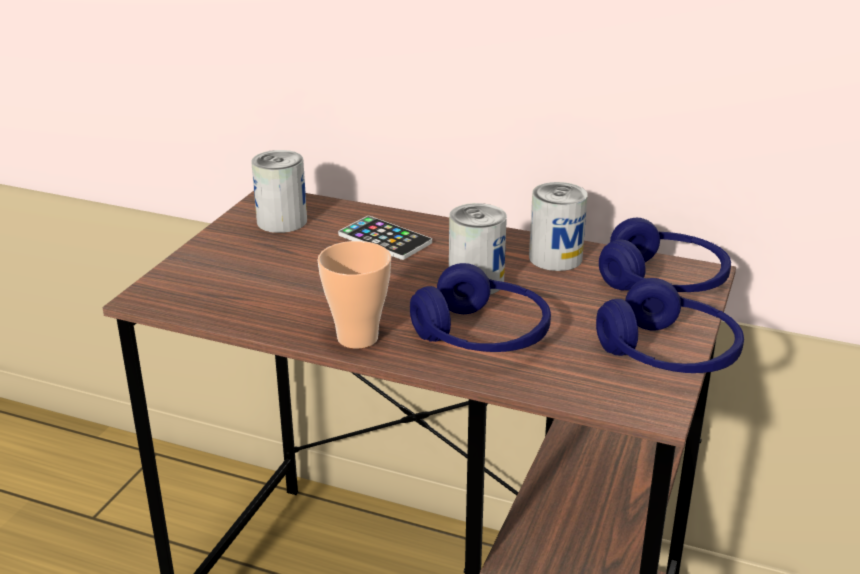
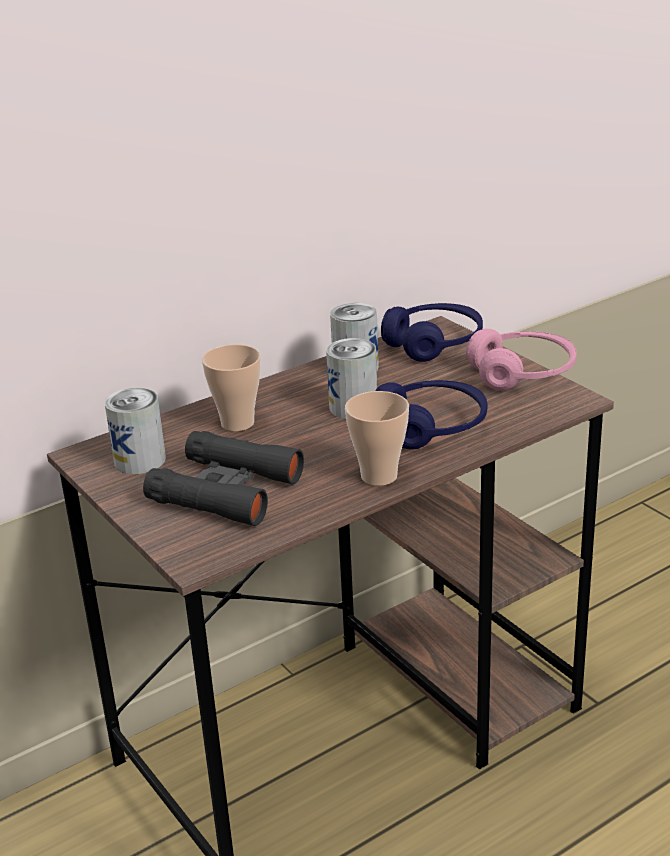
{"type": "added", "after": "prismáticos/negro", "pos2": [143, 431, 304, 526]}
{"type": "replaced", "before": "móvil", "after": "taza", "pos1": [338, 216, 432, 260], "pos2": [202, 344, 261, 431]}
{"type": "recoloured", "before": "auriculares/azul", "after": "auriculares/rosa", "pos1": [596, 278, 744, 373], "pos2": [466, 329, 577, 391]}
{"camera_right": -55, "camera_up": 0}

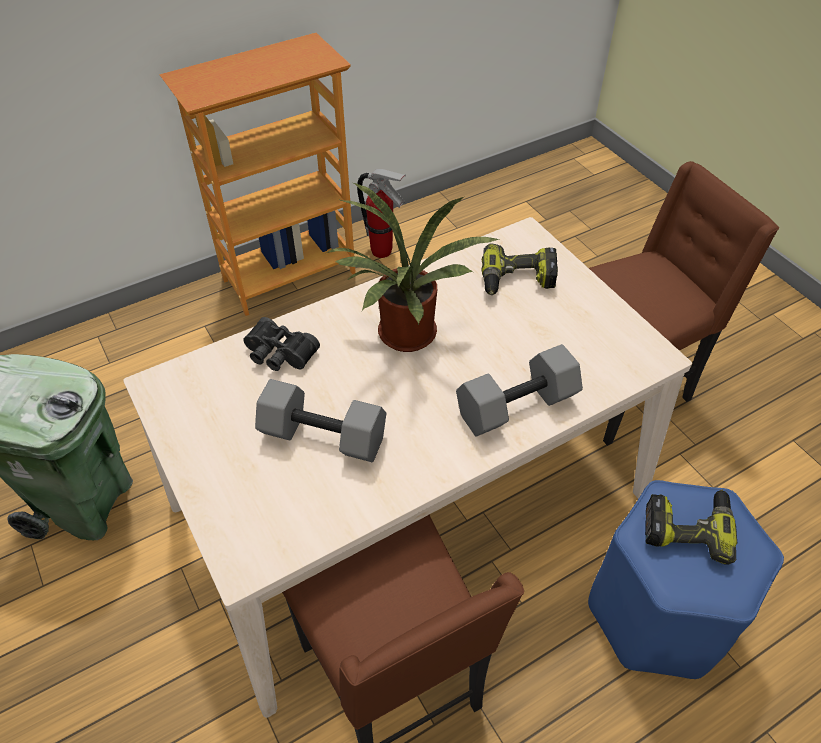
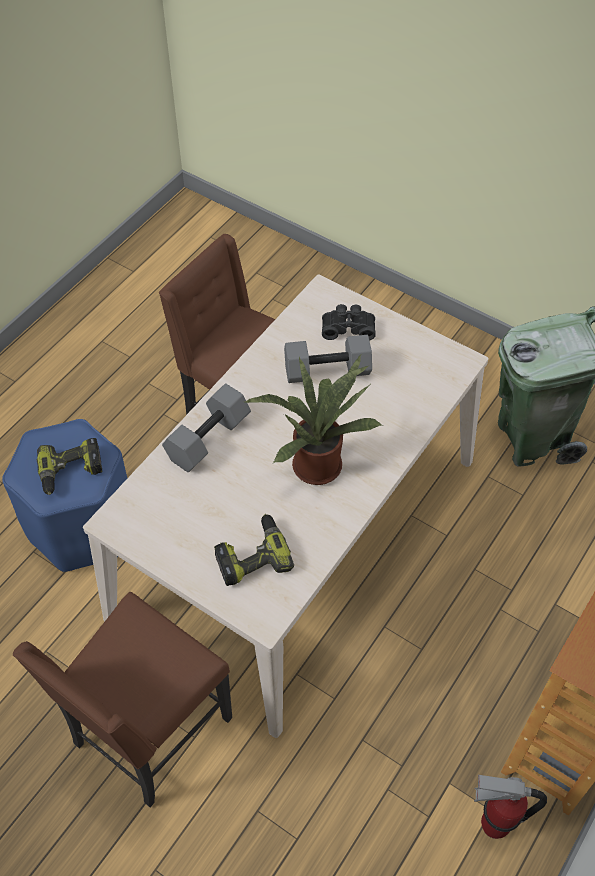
{"type": "moved", "before": "prismáticos/negro", "pos1": [243, 317, 320, 371], "pos2": [322, 304, 376, 340]}
{"camera_right": 155, "camera_up": 5}

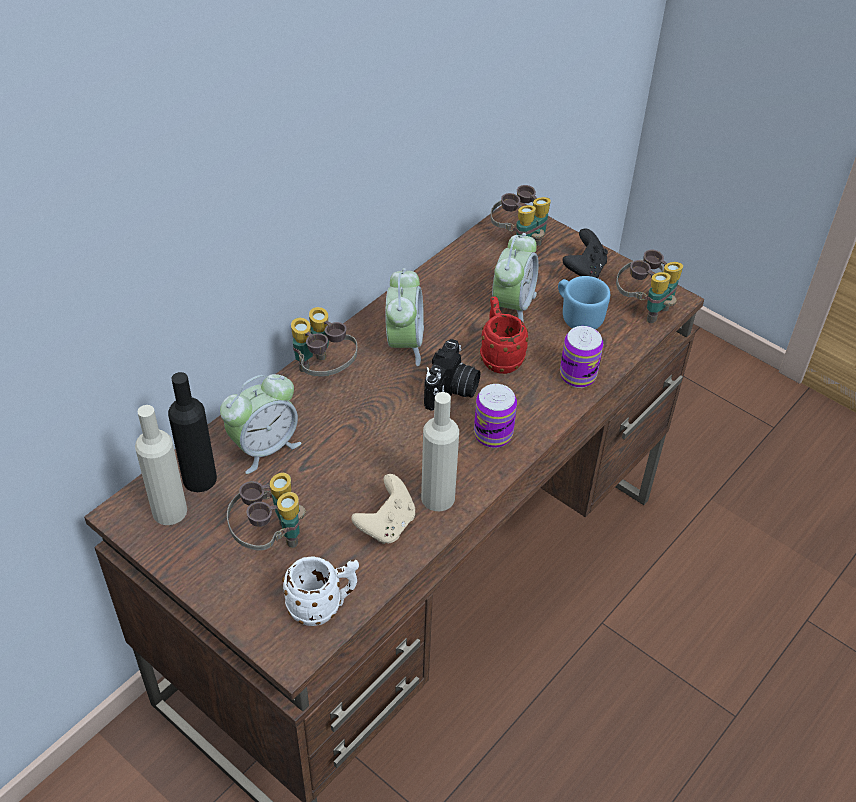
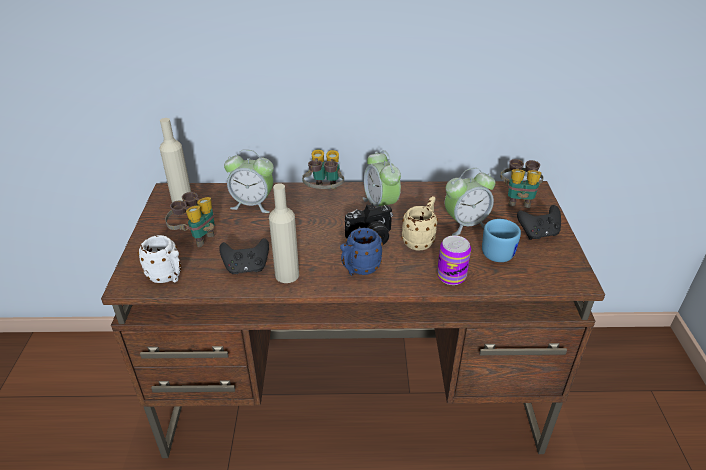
{"type": "recoloured", "before": "mando de consola/beis", "after": "mando de consola/negro", "pos1": [351, 474, 415, 544], "pos2": [219, 238, 269, 274]}
{"type": "replaced", "before": "lata", "after": "taza grande/azul", "pos1": [474, 384, 517, 448], "pos2": [340, 228, 383, 276]}
{"type": "turned", "before": "despertador", "pos1": [385, 268, 424, 366], "pos2": [363, 150, 401, 208], "turn": 105}
{"type": "recoloured", "before": "taza grande/rojo", "after": "taza grande/beis", "pos1": [480, 297, 528, 374], "pos2": [401, 196, 438, 250]}
{"type": "removed", "before": "botella/negro", "pos1": [168, 372, 217, 492]}
{"type": "removed", "before": "prismáticos", "pos1": [616, 250, 683, 323]}
{"camera_right": 50, "camera_up": -10}

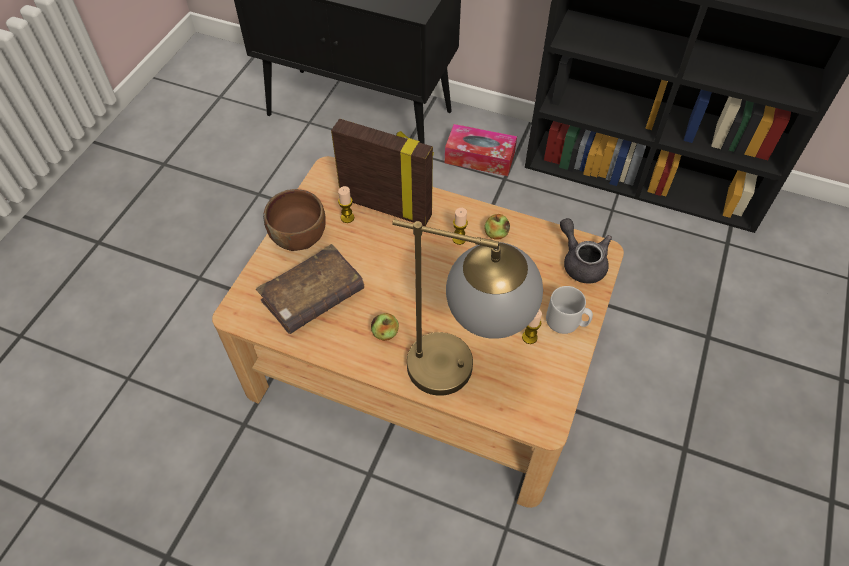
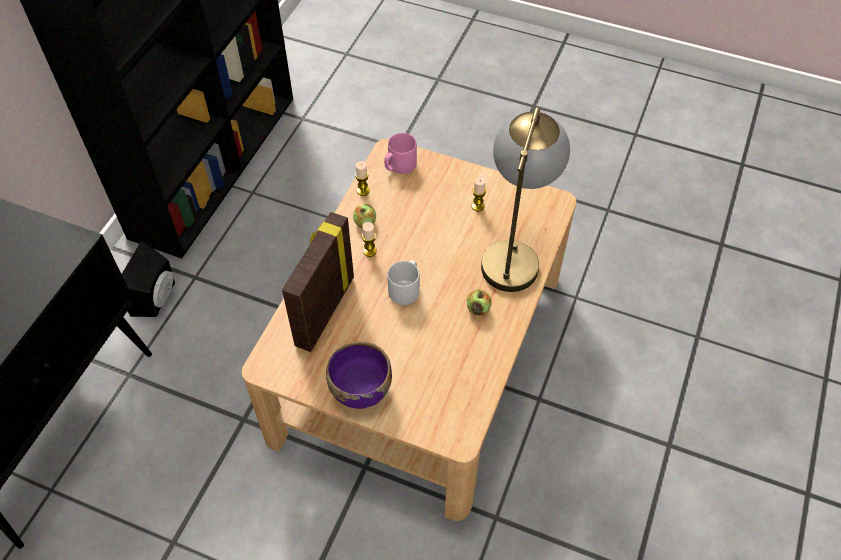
{"type": "replaced", "before": "caja de pañuelos", "after": "altavoz/negro", "pos1": [445, 124, 517, 176], "pos2": [122, 241, 175, 317]}
{"type": "recoloured", "before": "cuenco/marrón", "after": "cuenco/morado", "pos1": [263, 189, 326, 251], "pos2": [326, 341, 392, 409]}
{"type": "moved", "before": "vela", "pos1": [338, 186, 354, 223], "pos2": [355, 161, 370, 196]}
{"type": "replaced", "before": "tetera/gris", "after": "taza grande/rosa", "pos1": [560, 218, 612, 283], "pos2": [384, 133, 417, 174]}
{"type": "moved", "before": "taza grande/gris", "pos1": [546, 286, 593, 334], "pos2": [387, 260, 420, 305]}
{"type": "removed", "before": "libro/marrón", "pos1": [256, 244, 364, 334]}
{"camera_right": -90, "camera_up": 0}

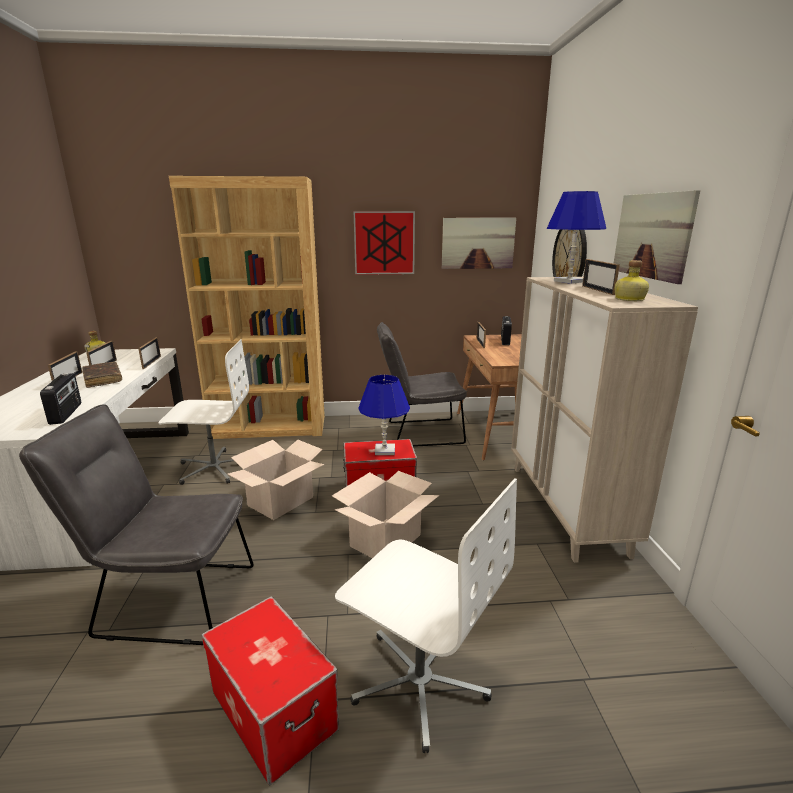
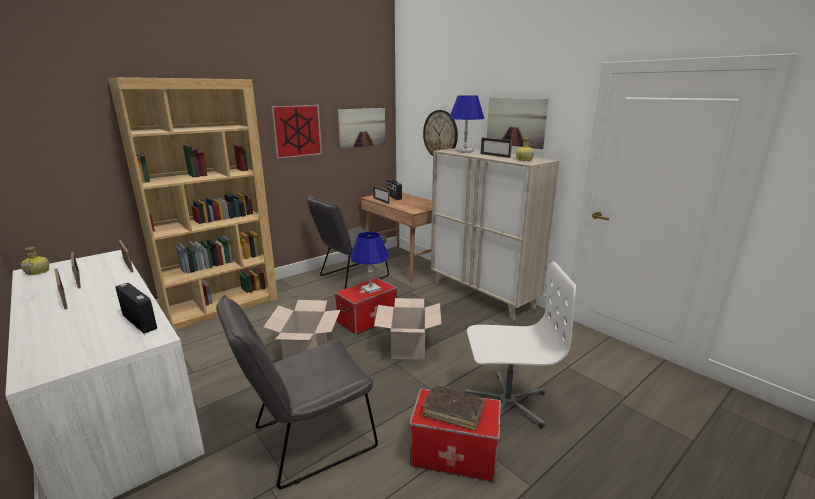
{"type": "moved", "before": "libro/marrón", "pos1": [82, 362, 122, 388], "pos2": [422, 385, 485, 431]}
{"type": "removed", "before": "silla de oficina/blanco", "pos1": [158, 339, 249, 485]}
{"camera_right": -35, "camera_up": 0}

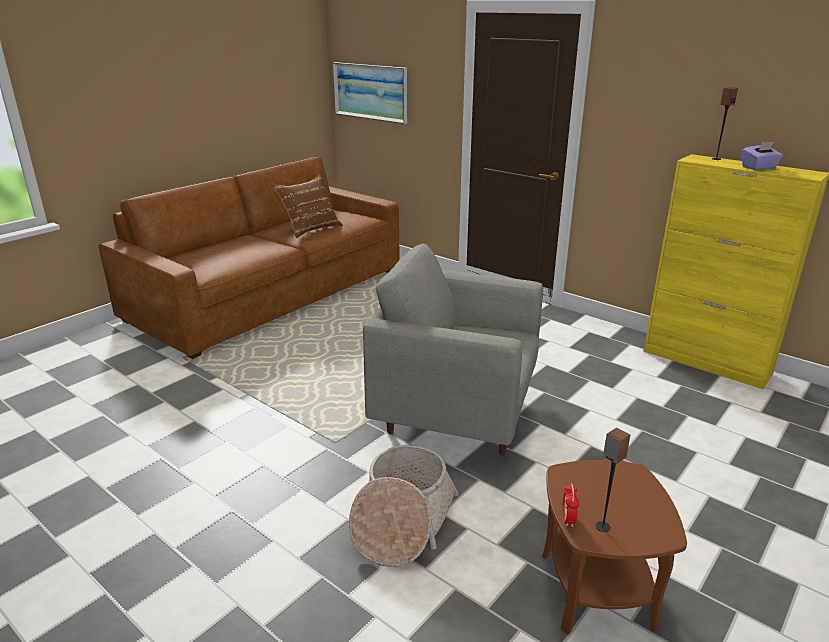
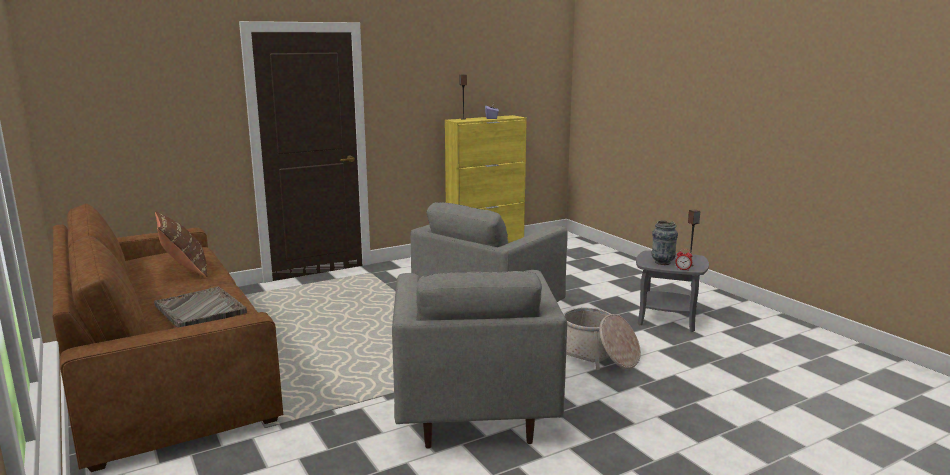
{"type": "added", "after": "bandeja/gris", "pos2": [154, 286, 247, 328]}
{"type": "added", "after": "sillón/gris", "pos2": [392, 270, 567, 449]}
{"type": "recoloured", "before": "mesa auxiliar/marrón", "after": "mesa auxiliar/gris", "pos1": [542, 460, 687, 635], "pos2": [636, 251, 709, 332]}
{"type": "added", "after": "florero", "pos2": [651, 220, 678, 265]}
{"type": "removed", "before": "cuadro", "pos1": [332, 62, 407, 124]}
{"camera_right": -70, "camera_up": -10}

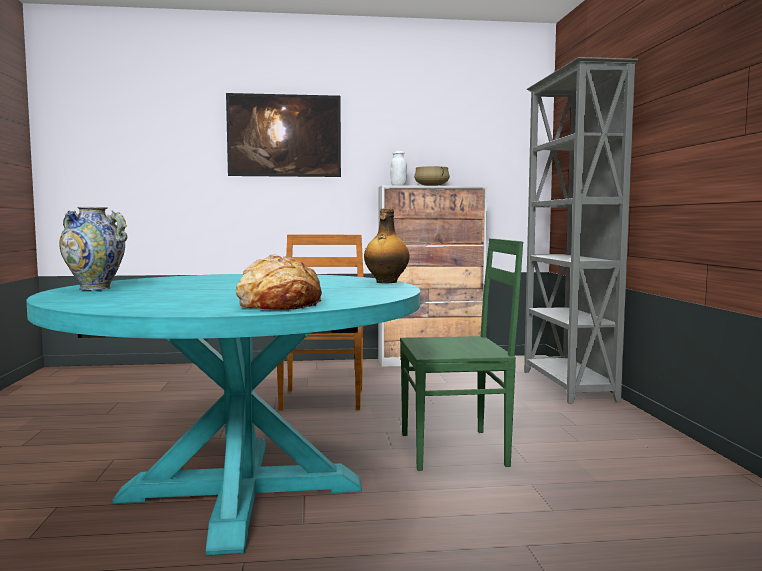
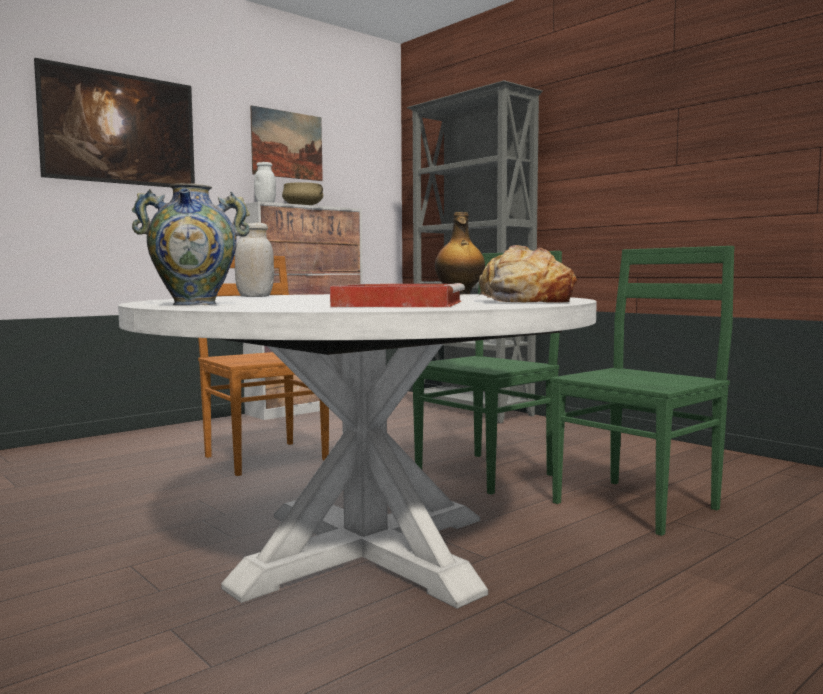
{"type": "recoloured", "before": "mesa de comedor/turquesa", "after": "mesa de comedor/blanco", "pos1": [27, 274, 420, 556], "pos2": [118, 294, 597, 609]}
{"type": "added", "after": "tarro/blanco", "pos2": [235, 223, 274, 297]}
{"type": "added", "after": "cuadro", "pos2": [250, 105, 323, 181]}
{"type": "added", "after": "bandeja/rojo", "pos2": [330, 283, 465, 307]}
{"type": "added", "after": "silla/verde", "pos2": [550, 246, 734, 536]}
{"camera_right": -35, "camera_up": 0}

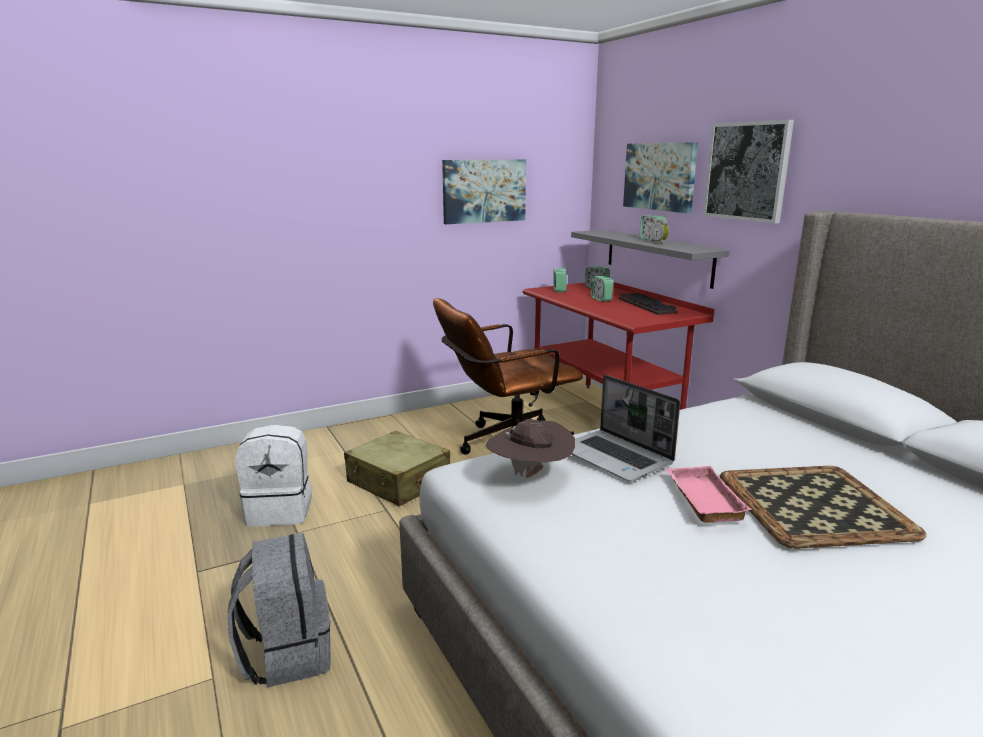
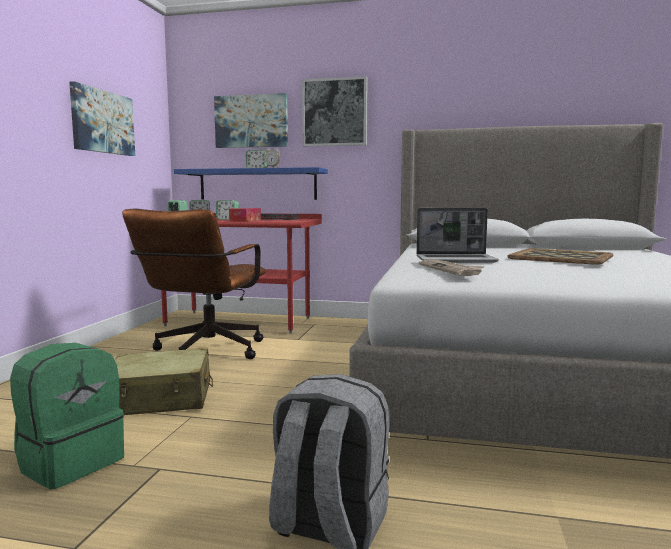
{"type": "recoloured", "before": "mochila/blanco", "after": "mochila/verde", "pos1": [236, 425, 312, 526], "pos2": [10, 343, 124, 489]}
{"type": "recoloured", "before": "estante/gris", "after": "estante/azul", "pos1": [571, 230, 729, 289], "pos2": [174, 167, 328, 200]}
{"type": "added", "after": "caja de pañuelos", "pos2": [229, 208, 261, 221]}
{"type": "replaced", "before": "sombrero/marrón", "after": "periódico", "pos1": [485, 419, 575, 478], "pos2": [419, 260, 484, 276]}
{"type": "removed", "before": "bandeja/rosa", "pos1": [665, 466, 752, 523]}
{"camera_right": -50, "camera_up": -10}

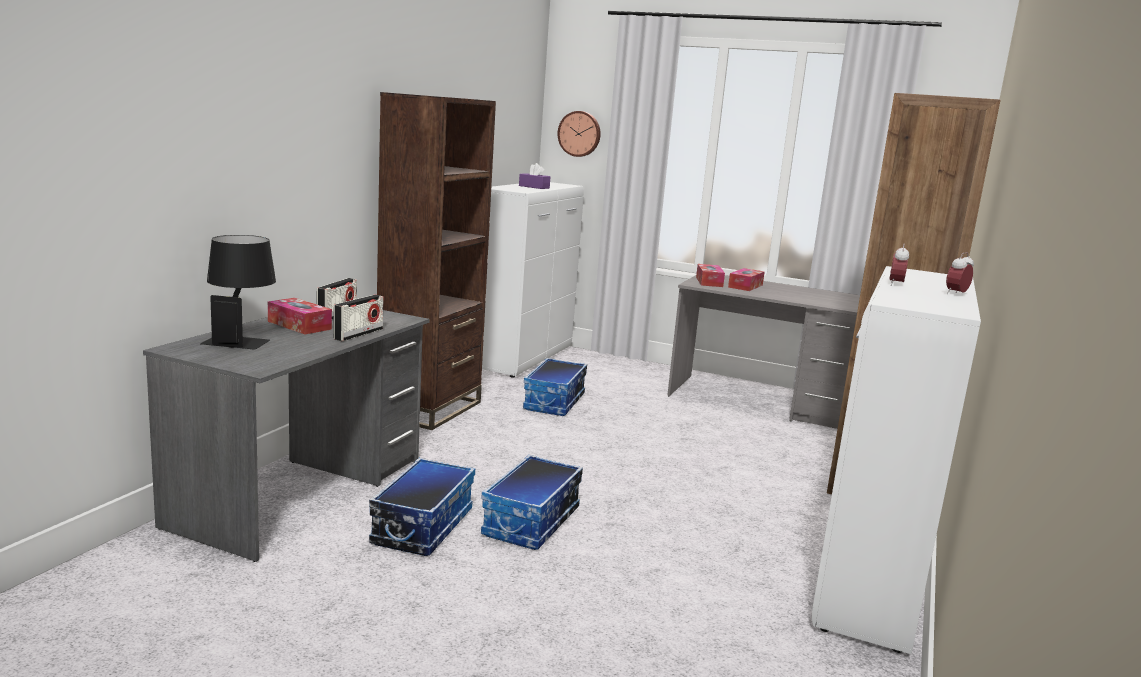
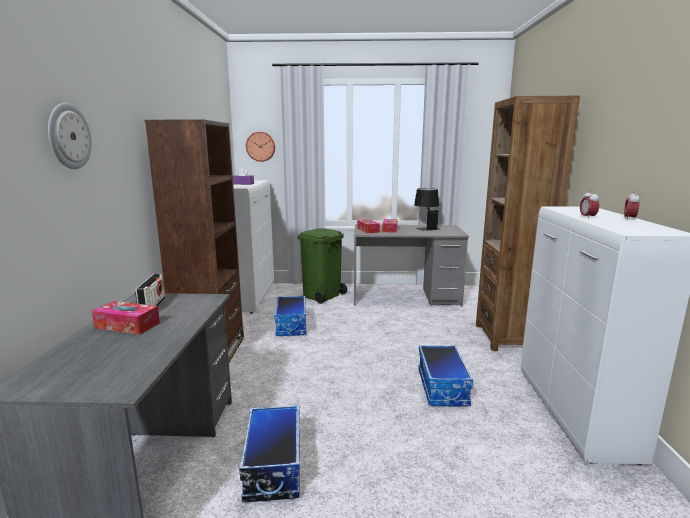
{"type": "added", "after": "reloj de pared", "pos2": [48, 103, 92, 169]}
{"type": "added", "after": "papelera/verde", "pos2": [297, 228, 347, 304]}
{"type": "moved", "before": "lámpara de mesa/negro", "pos1": [200, 235, 276, 350], "pos2": [414, 188, 441, 231]}
{"type": "moved", "before": "caja de almacenaje", "pos1": [481, 455, 583, 550], "pos2": [418, 345, 473, 407]}
{"type": "removed", "before": "radio", "pos1": [333, 295, 383, 341]}
{"camera_right": -20, "camera_up": 0}

